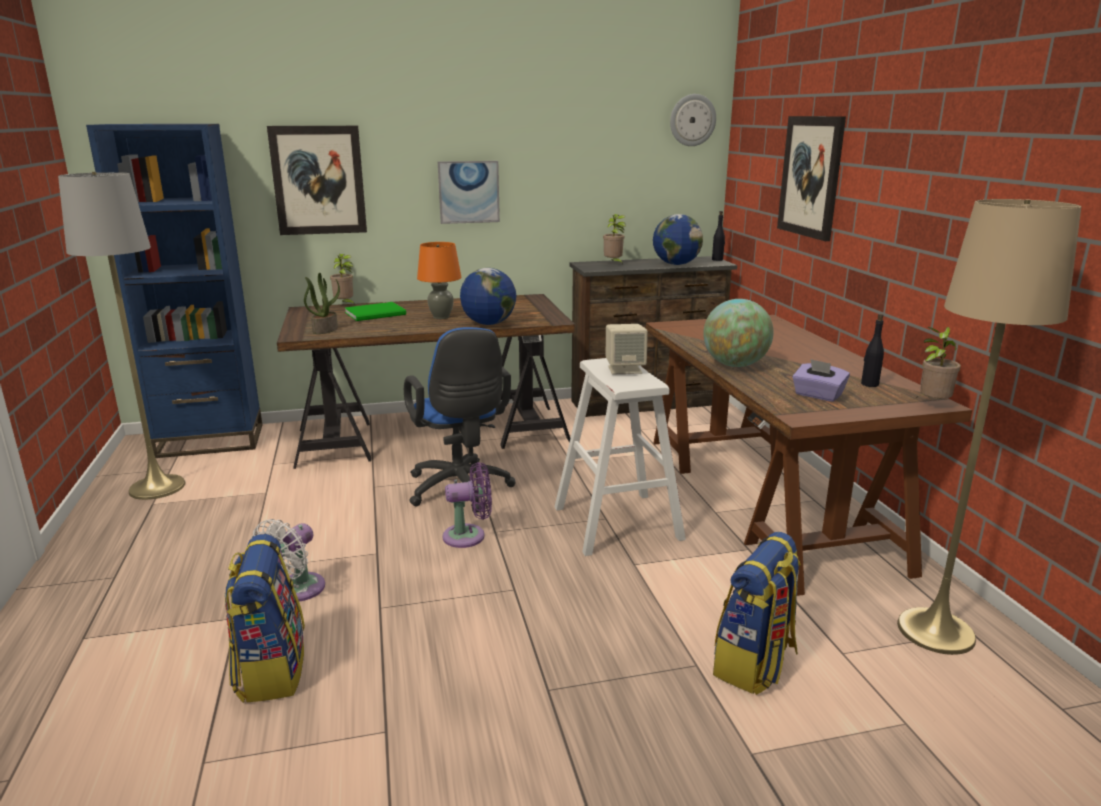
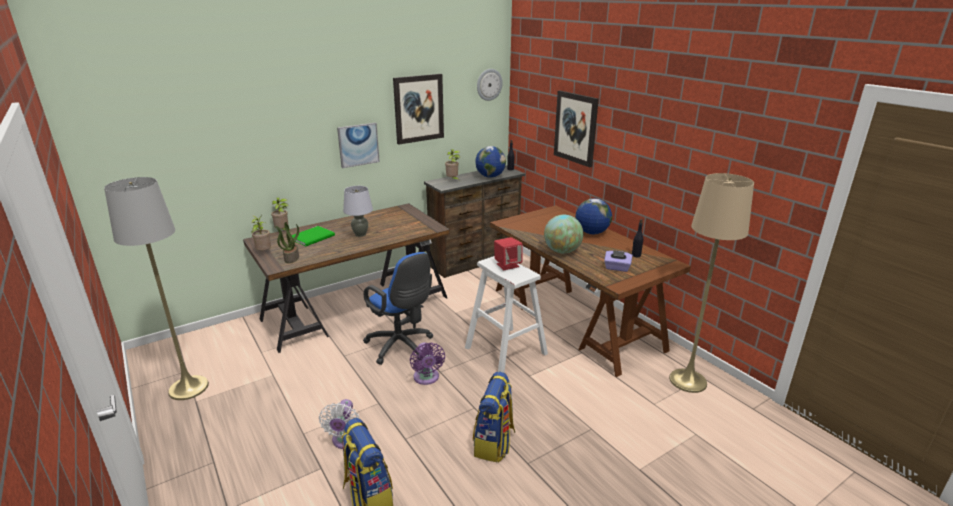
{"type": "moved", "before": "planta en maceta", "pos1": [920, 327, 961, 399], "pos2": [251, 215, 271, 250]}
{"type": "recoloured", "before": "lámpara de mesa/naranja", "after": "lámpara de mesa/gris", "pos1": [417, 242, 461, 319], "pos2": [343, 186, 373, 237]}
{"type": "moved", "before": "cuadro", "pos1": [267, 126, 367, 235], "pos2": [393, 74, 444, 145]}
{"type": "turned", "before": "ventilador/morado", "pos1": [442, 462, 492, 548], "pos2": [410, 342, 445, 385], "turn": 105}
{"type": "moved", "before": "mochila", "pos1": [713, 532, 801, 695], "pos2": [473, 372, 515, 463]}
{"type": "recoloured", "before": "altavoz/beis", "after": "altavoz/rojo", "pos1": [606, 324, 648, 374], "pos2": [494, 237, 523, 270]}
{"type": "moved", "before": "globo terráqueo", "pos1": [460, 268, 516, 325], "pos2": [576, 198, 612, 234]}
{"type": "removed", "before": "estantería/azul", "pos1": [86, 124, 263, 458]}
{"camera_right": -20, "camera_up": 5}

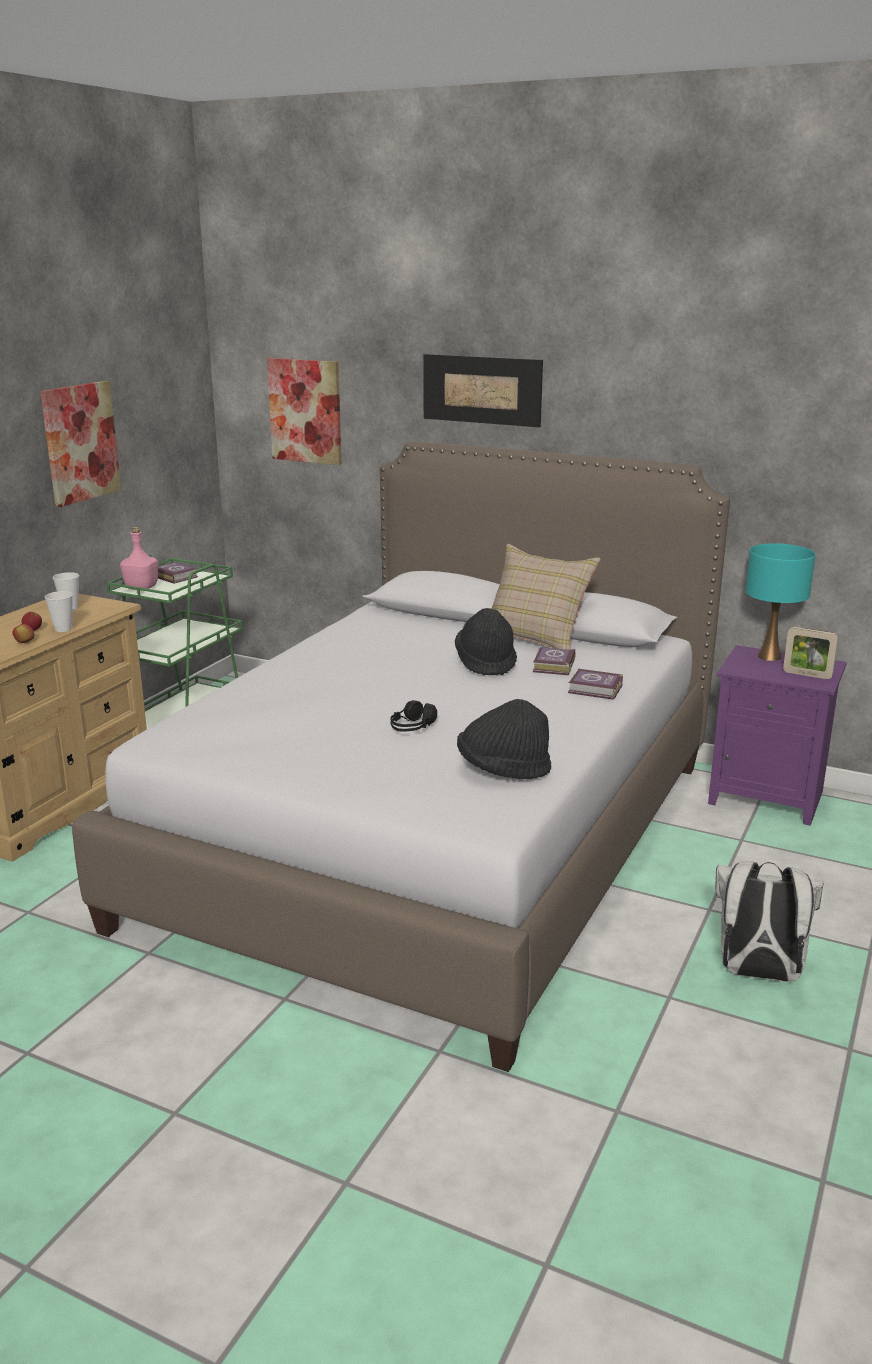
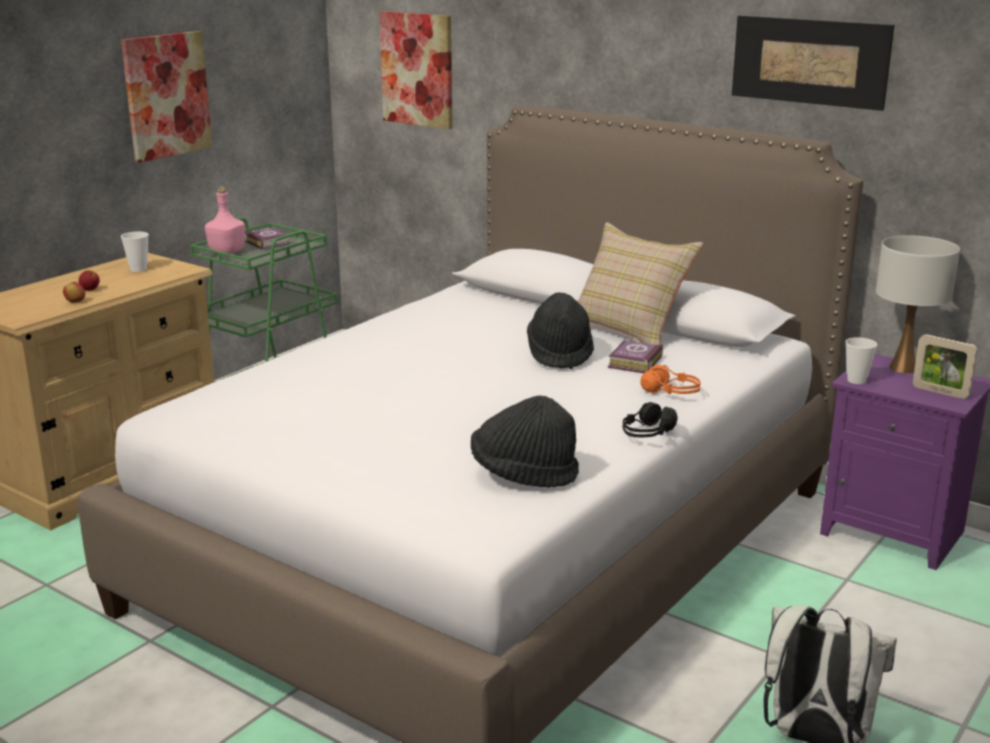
{"type": "moved", "before": "auriculares/negro", "pos1": [390, 700, 437, 732], "pos2": [623, 402, 678, 437]}
{"type": "replaced", "before": "libro", "after": "auriculares/naranja", "pos1": [568, 669, 623, 700], "pos2": [640, 365, 701, 394]}
{"type": "moved", "before": "cuadro", "pos1": [423, 354, 543, 427], "pos2": [732, 16, 894, 111]}
{"type": "moved", "before": "taza", "pos1": [45, 591, 73, 632], "pos2": [846, 337, 877, 384]}
{"type": "recoloured", "before": "lámpara de mesa/turquesa", "after": "lámpara de mesa/blanco", "pos1": [745, 543, 816, 661], "pos2": [876, 235, 960, 373]}
{"camera_right": 10, "camera_up": 0}

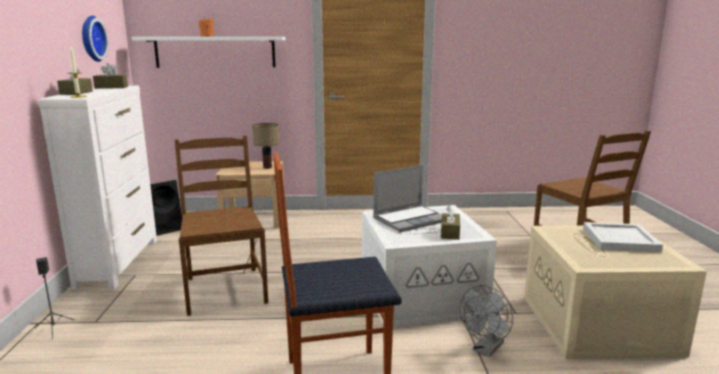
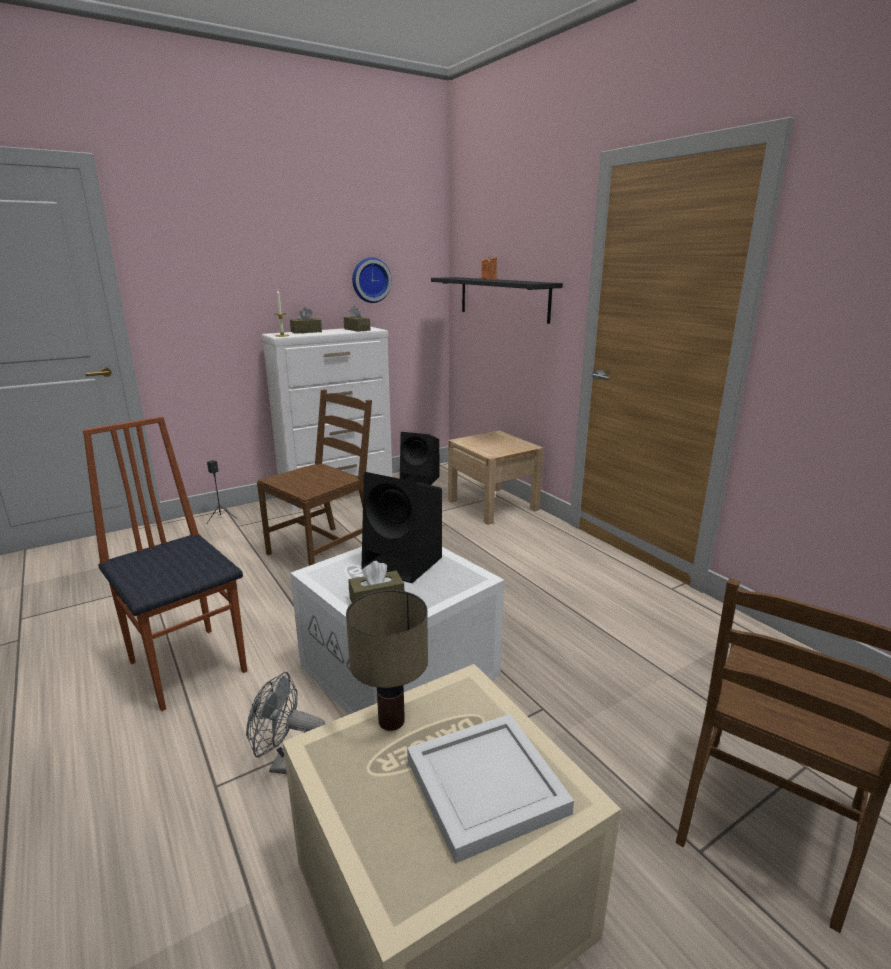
{"type": "moved", "before": "lámpara de mesa", "pos1": [253, 123, 279, 169], "pos2": [346, 590, 428, 731]}
{"type": "replaced", "before": "portátil", "after": "altavoz/negro", "pos1": [373, 165, 442, 232], "pos2": [361, 472, 442, 583]}
{"type": "recoloured", "before": "estante/blanco", "after": "estante/negro", "pos1": [132, 37, 285, 68], "pos2": [431, 277, 563, 324]}
{"camera_right": 60, "camera_up": 5}

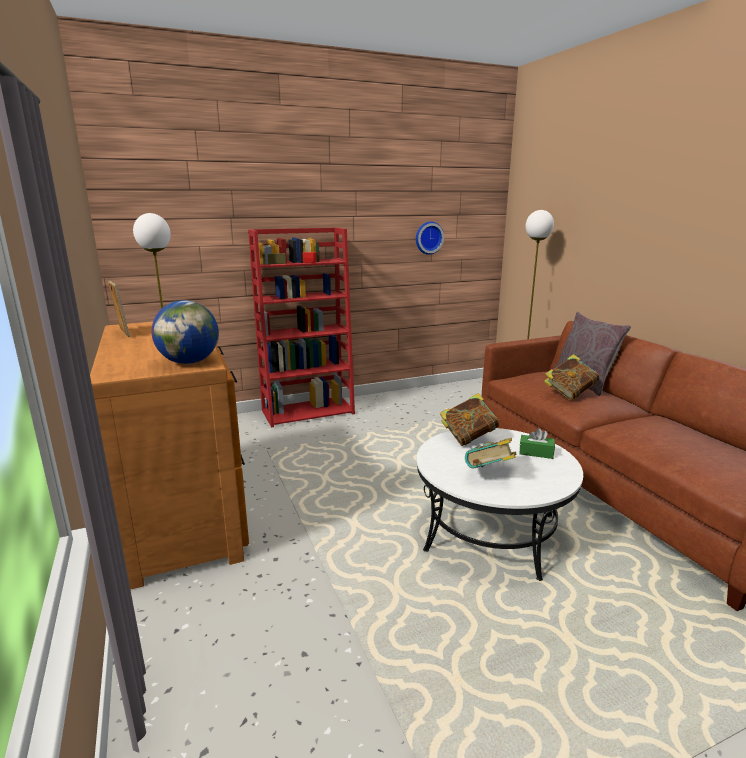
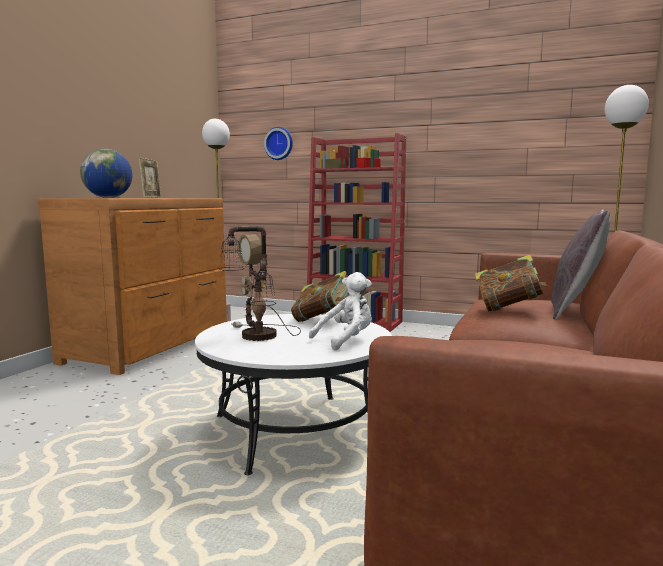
{"type": "replaced", "before": "libro", "after": "lámpara de mesa", "pos1": [465, 438, 516, 469], "pos2": [220, 226, 301, 341]}
{"type": "moved", "before": "reloj de pared", "pos1": [416, 222, 444, 255], "pos2": [264, 127, 293, 160]}
{"type": "replaced", "before": "caja de pañuelos/verde", "after": "peluche/blanco", "pos1": [519, 428, 555, 459], "pos2": [309, 272, 372, 351]}
{"camera_right": 45, "camera_up": -10}

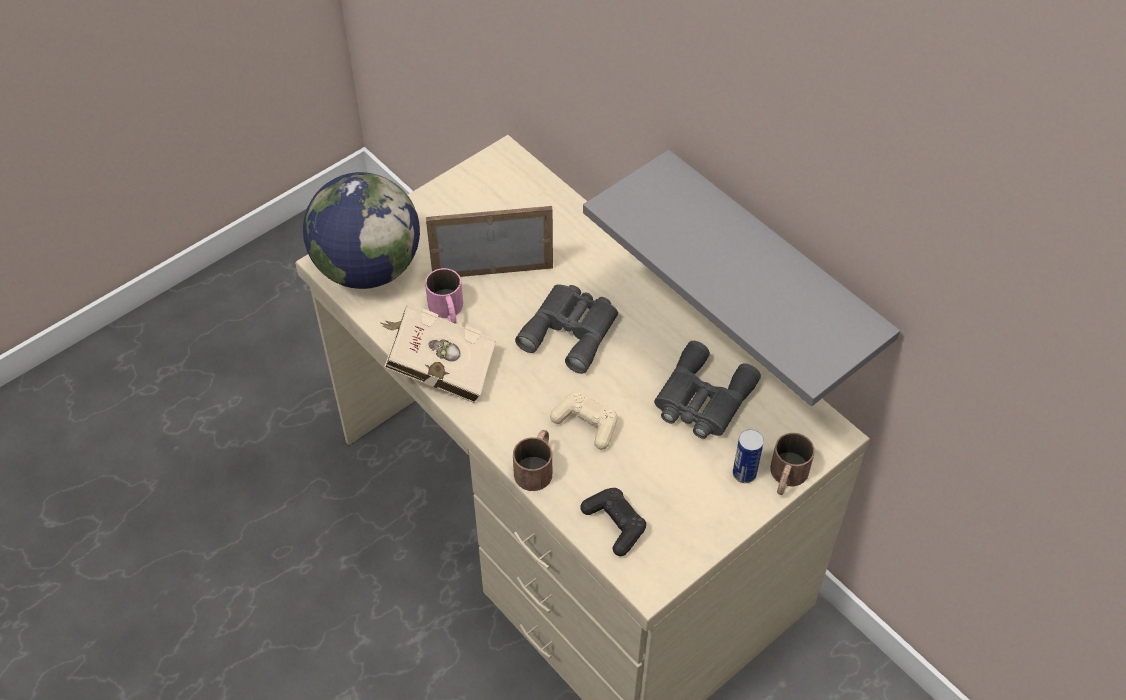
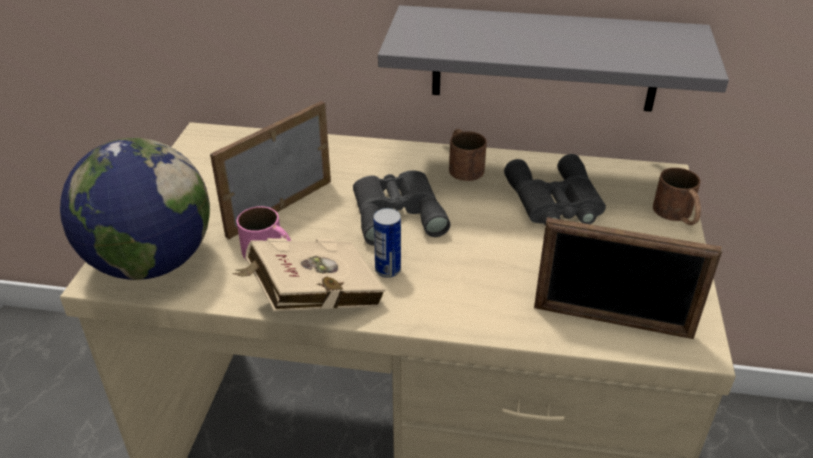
{"type": "moved", "before": "lata", "pos1": [733, 429, 764, 483], "pos2": [373, 208, 401, 278]}
{"type": "moved", "before": "taza grande/marrón", "pos1": [513, 430, 552, 491], "pos2": [449, 129, 487, 181]}
{"type": "replaced", "before": "mando de consola/negro", "after": "portarretratos", "pos1": [580, 488, 646, 556], "pos2": [534, 217, 722, 339]}
{"type": "removed", "before": "mando de consola/beis", "pos1": [550, 391, 618, 450]}
{"camera_right": -40, "camera_up": -15}

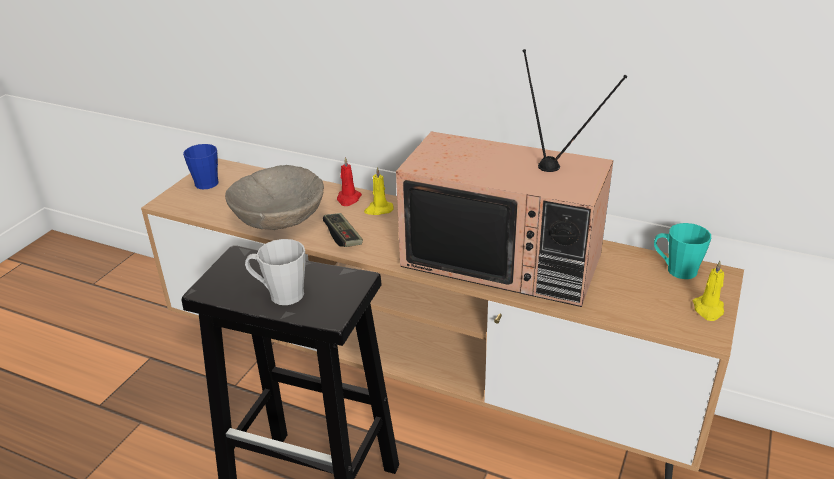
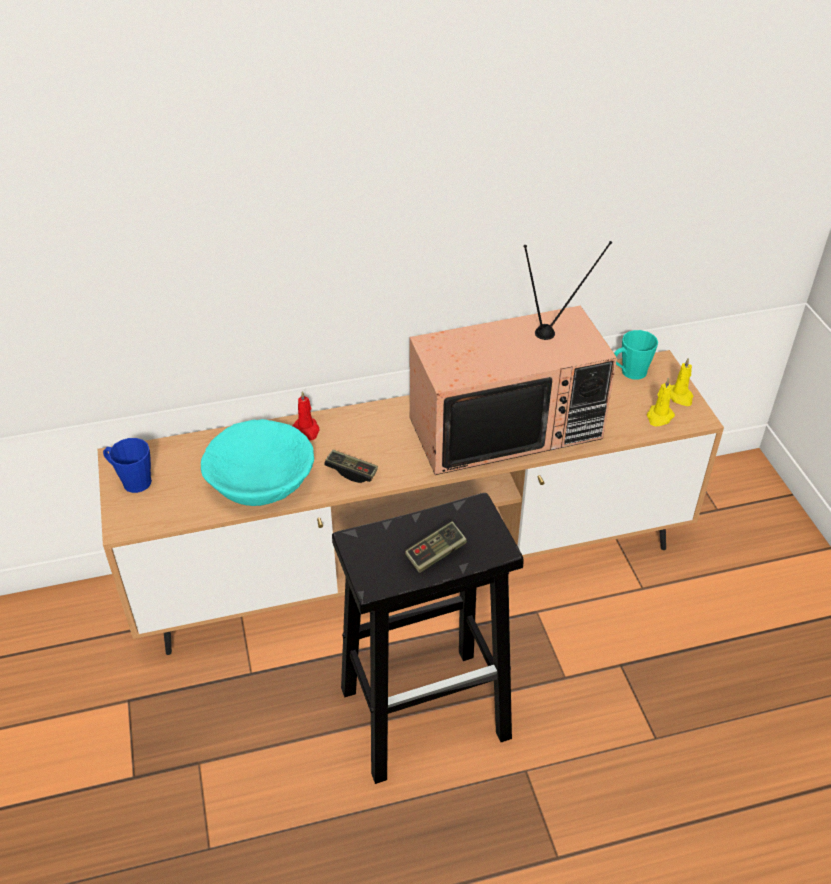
{"type": "recoloured", "before": "cuenco/beis", "after": "cuenco/turquesa", "pos1": [225, 165, 324, 230], "pos2": [201, 419, 314, 506]}
{"type": "replaced", "before": "taza grande/gris", "after": "mando de consola", "pos1": [245, 239, 305, 305], "pos2": [405, 521, 467, 573]}
{"type": "moved", "before": "vela/amarillo", "pos1": [364, 167, 394, 215], "pos2": [647, 378, 675, 427]}
{"camera_right": -40, "camera_up": 10}

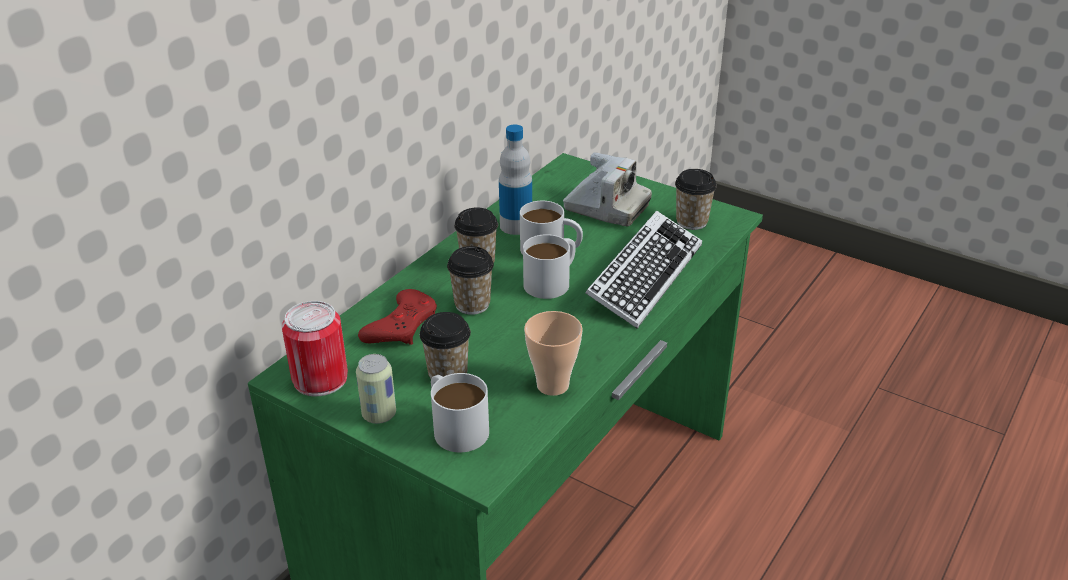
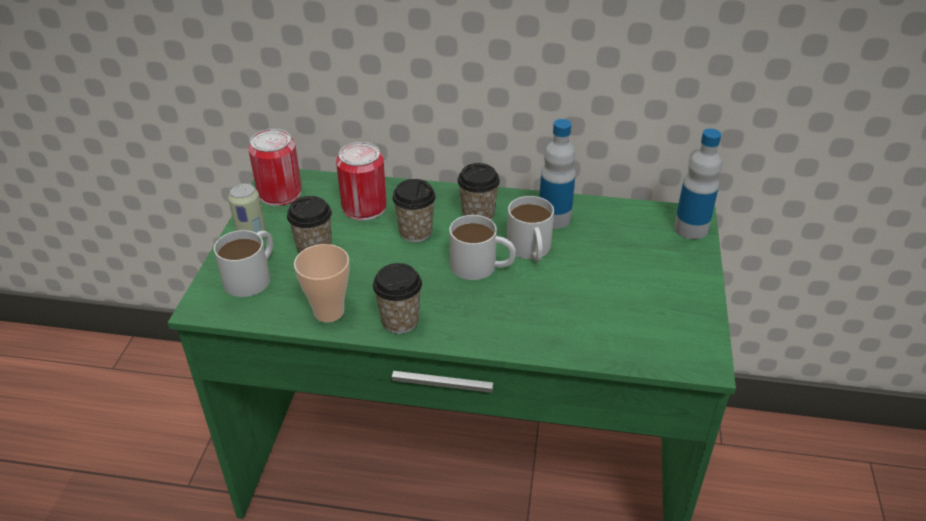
{"type": "replaced", "before": "mando de consola/rojo", "after": "lata", "pos1": [358, 289, 437, 345], "pos2": [336, 142, 387, 221]}
{"type": "moved", "before": "taza", "pos1": [675, 169, 717, 230], "pos2": [373, 263, 422, 334]}
{"type": "added", "after": "botella", "pos2": [674, 128, 722, 239]}
{"type": "removed", "before": "cámara", "pos1": [563, 152, 652, 227]}
{"type": "removed", "before": "teclado", "pos1": [585, 211, 702, 328]}
{"camera_right": 65, "camera_up": 5}

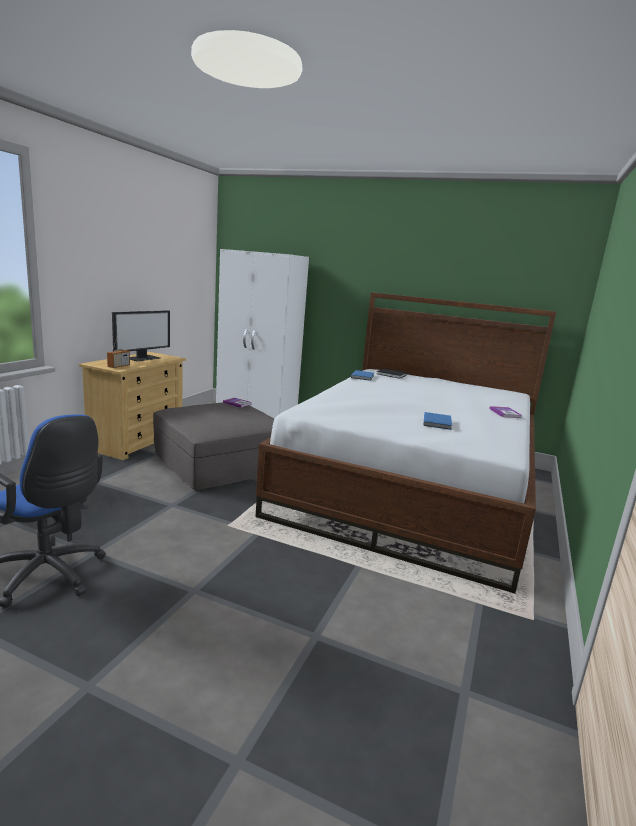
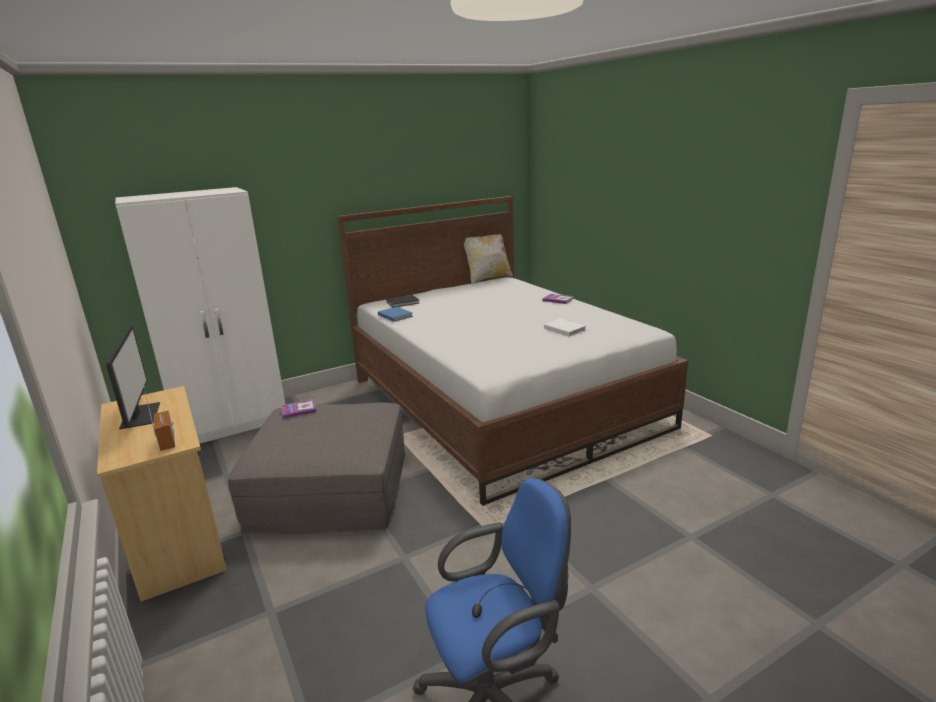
{"type": "added", "after": "cojín", "pos2": [464, 234, 513, 284]}
{"type": "recoloured", "before": "libro/azul", "after": "libro/blanco", "pos1": [423, 412, 452, 430], "pos2": [544, 319, 586, 336]}
{"camera_right": -50, "camera_up": 5}

